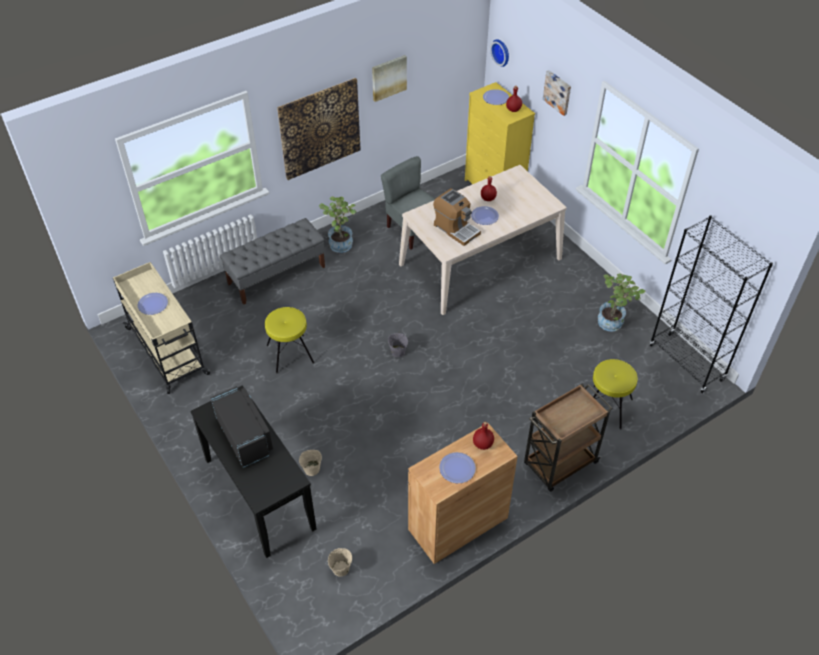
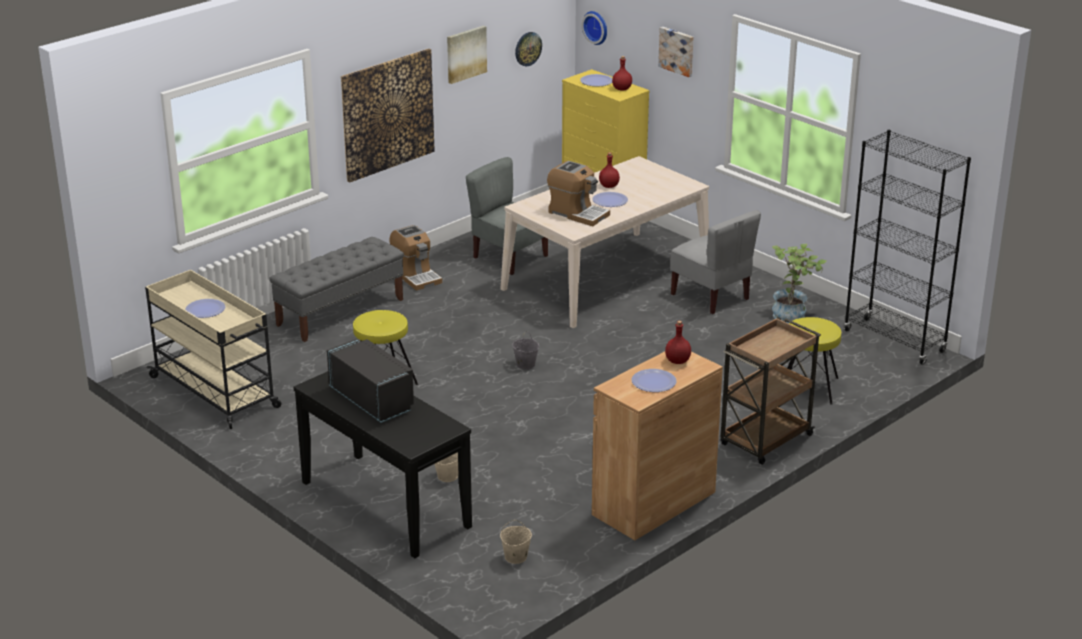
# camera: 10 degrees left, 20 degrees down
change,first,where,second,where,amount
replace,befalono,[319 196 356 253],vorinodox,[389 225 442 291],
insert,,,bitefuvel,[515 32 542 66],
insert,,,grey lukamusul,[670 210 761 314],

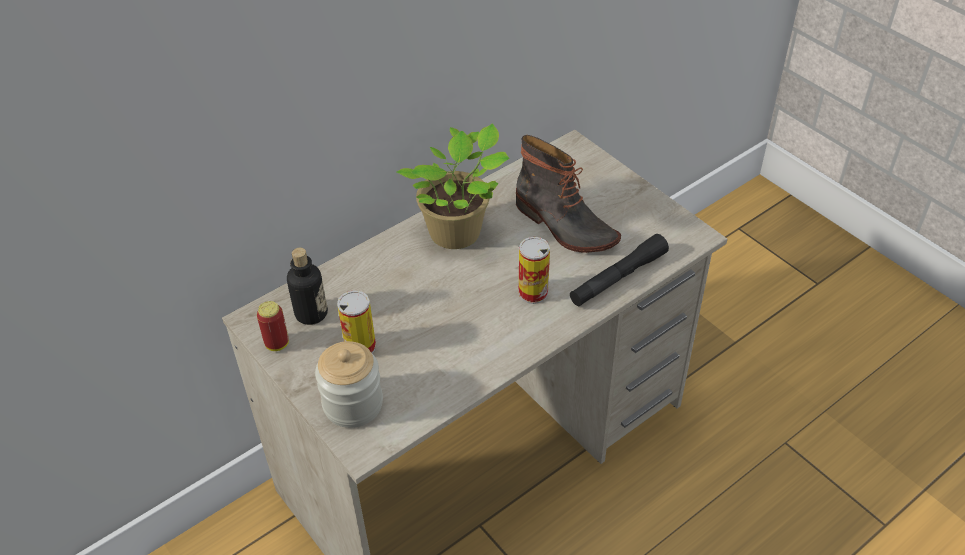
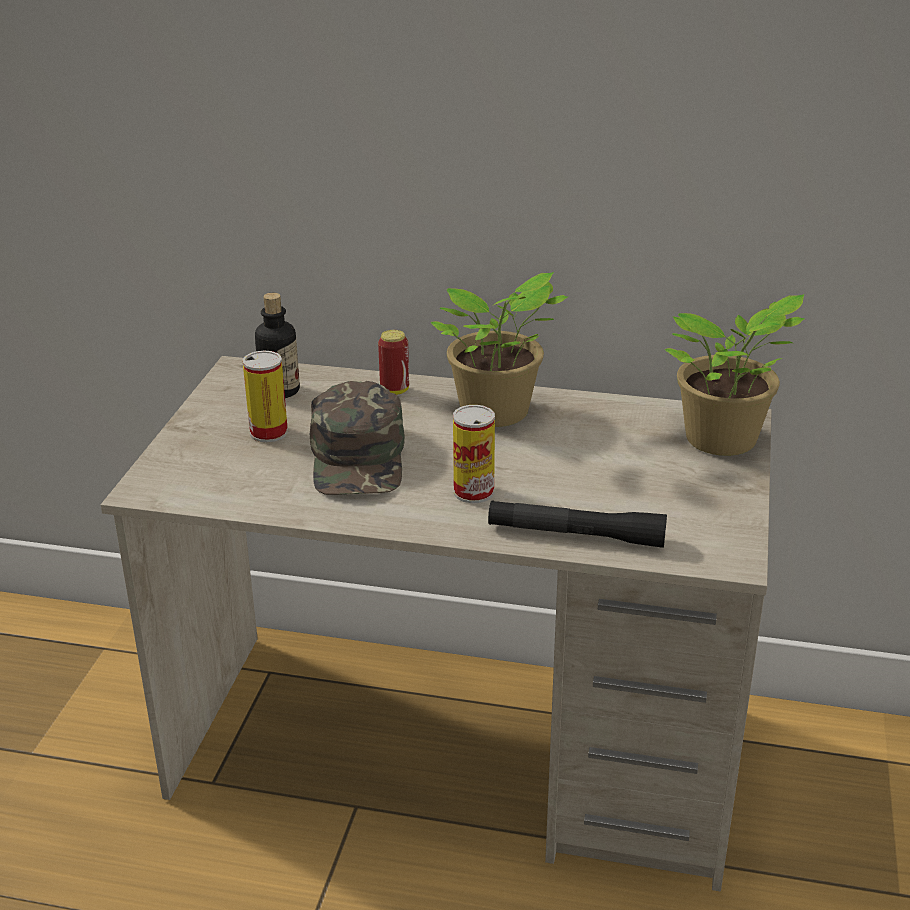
# camera: 50 degrees right, 15 degrees down
change,first,where,second,where,amount
delete,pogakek,[516 135 621 253],,,
move,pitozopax,[257 301 289 351],,[378 330 409 395],
delete,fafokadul,[315 341 383 428],,,
insert,,,befalono,[665 294 805 456],
insert,,,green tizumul,[310 381 405 495],

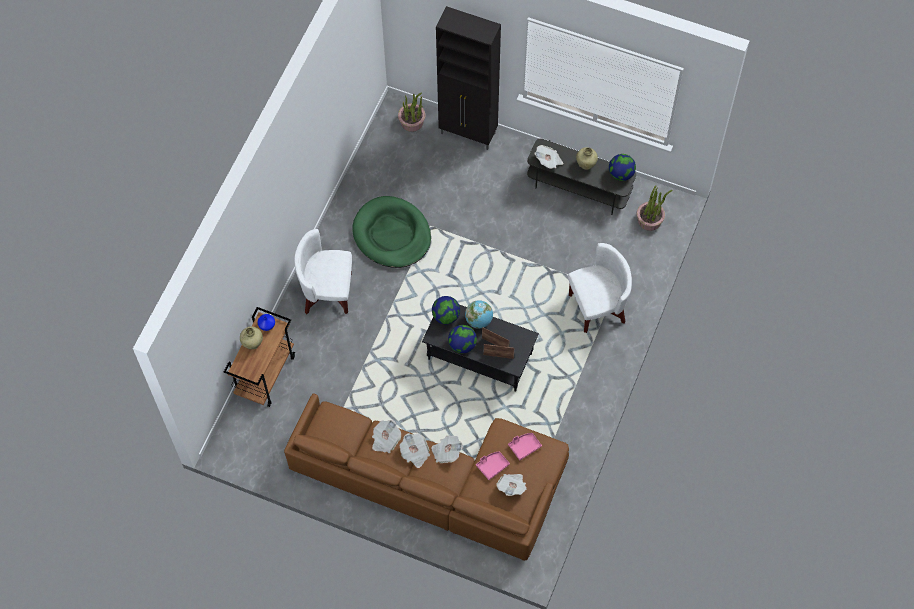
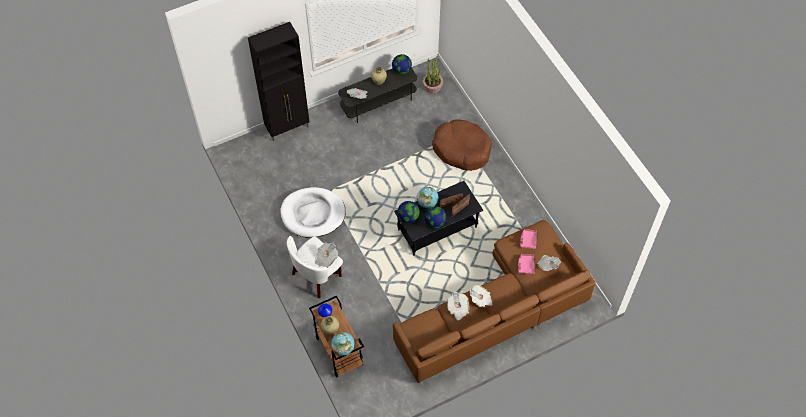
# camera: 50 degrees left, 5 degrees down
change,first,where,second,where,amount
delete,befalono,[398 93 425 132],,,
recolor,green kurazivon,[352 196 431 268],white kurazivon,[281 187 346 238],
replace,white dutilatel,[568 243 632 333],brown kurazivon,[432 119 492 171],
move,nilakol,[431 435 463 463],,[315 243 338 268],
insert,,,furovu,[331 332 355 356],

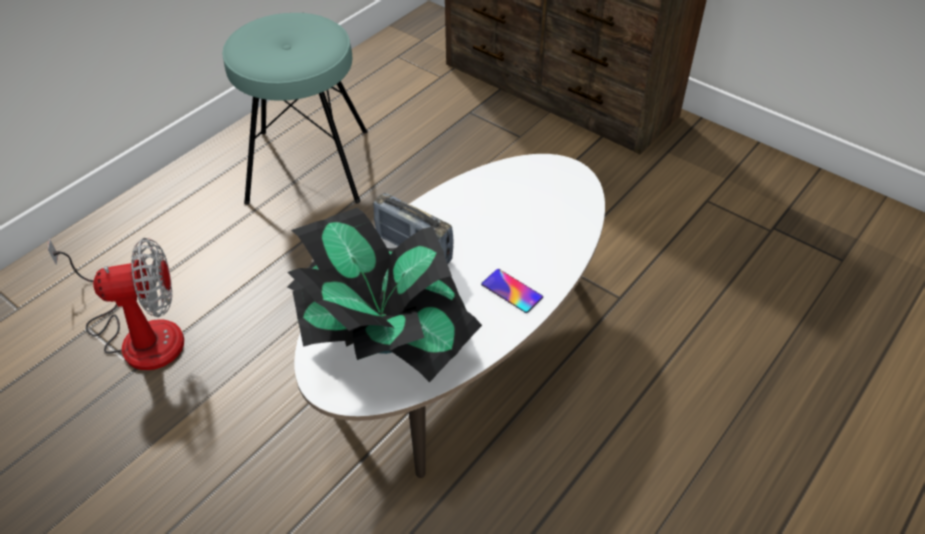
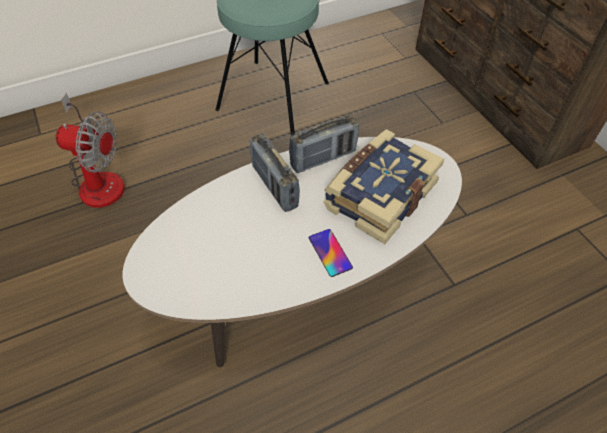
# camera: 25 degrees right, 5 degrees up
change,first,where,second,where,amount
delete,befalono,[287 208 482 383],,,
insert,,,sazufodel,[289 115 359 173],
insert,,,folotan,[324 129 444 244],

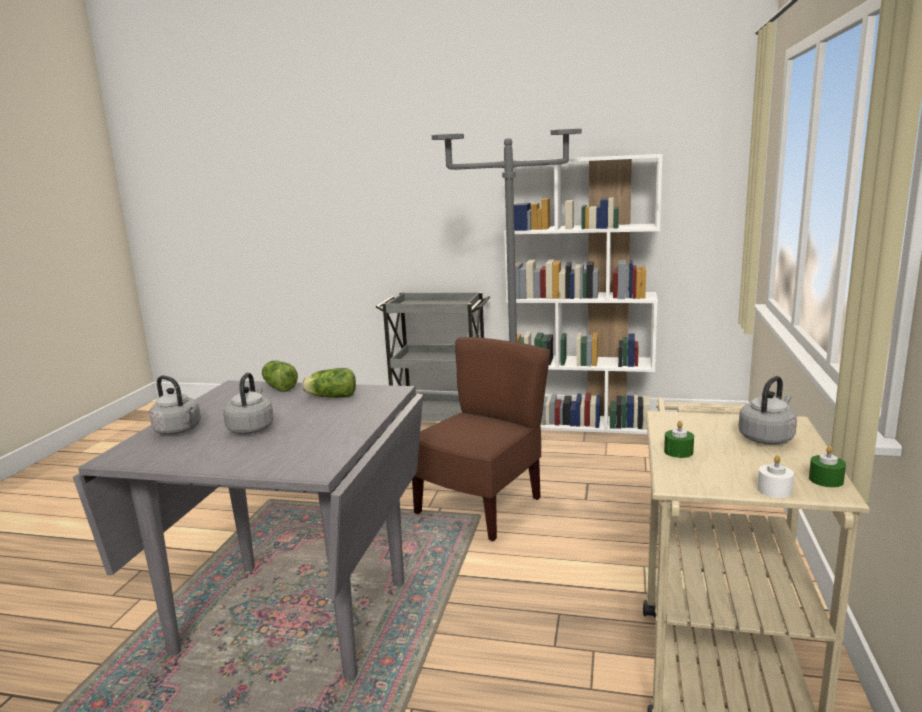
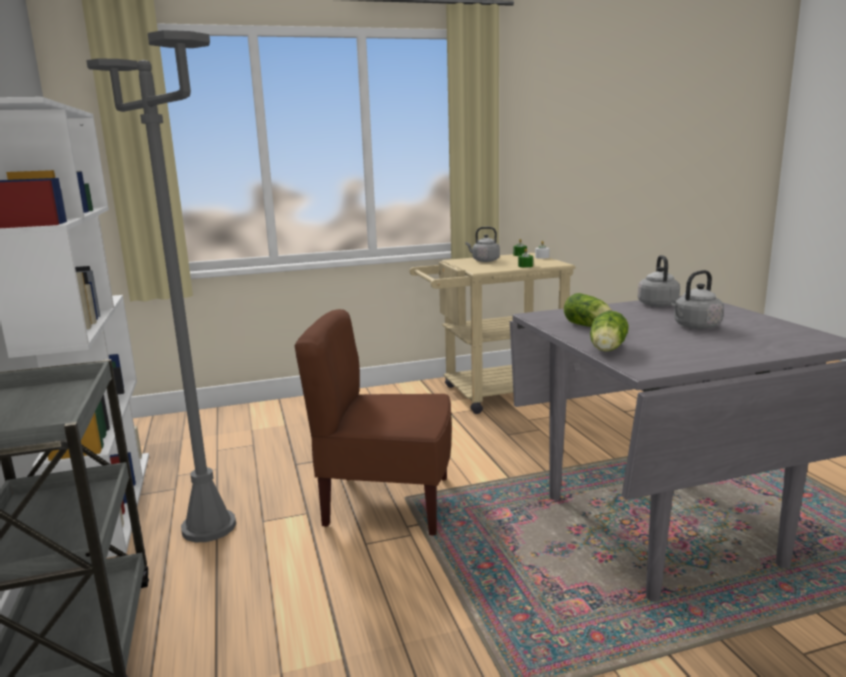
# camera: 120 degrees left, 0 degrees up
change,first,where,second,where,amount
move,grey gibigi,[149 375 201 435],,[638 255 680 307],

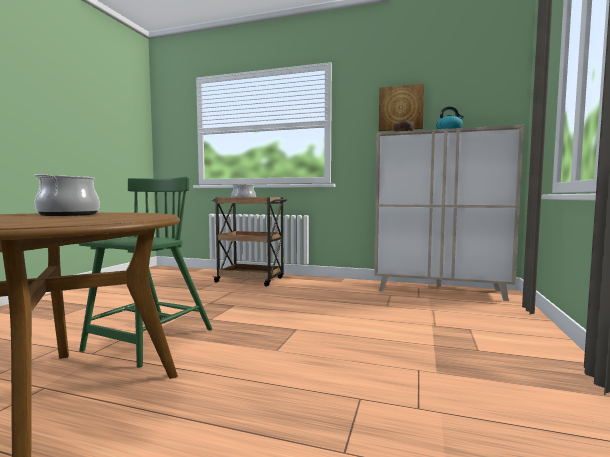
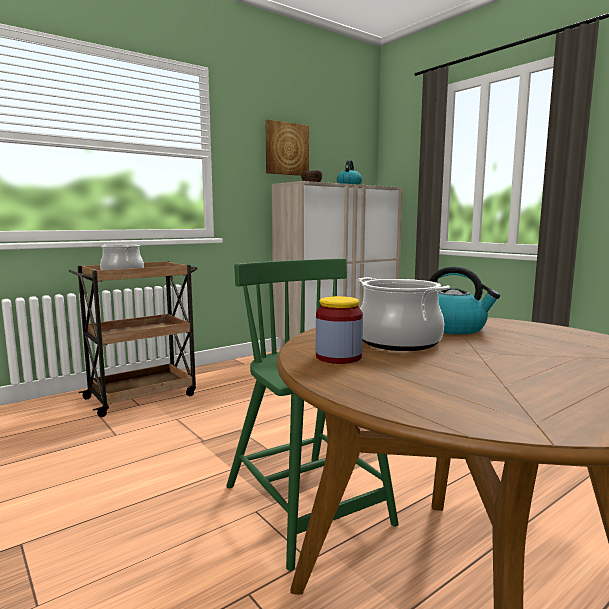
# camera: 55 degrees left, 5 degrees up
change,first,where,second,where,amount
insert,,,gibigi,[429 266 500 334],
insert,,,fafokadul,[316 296 363 364],

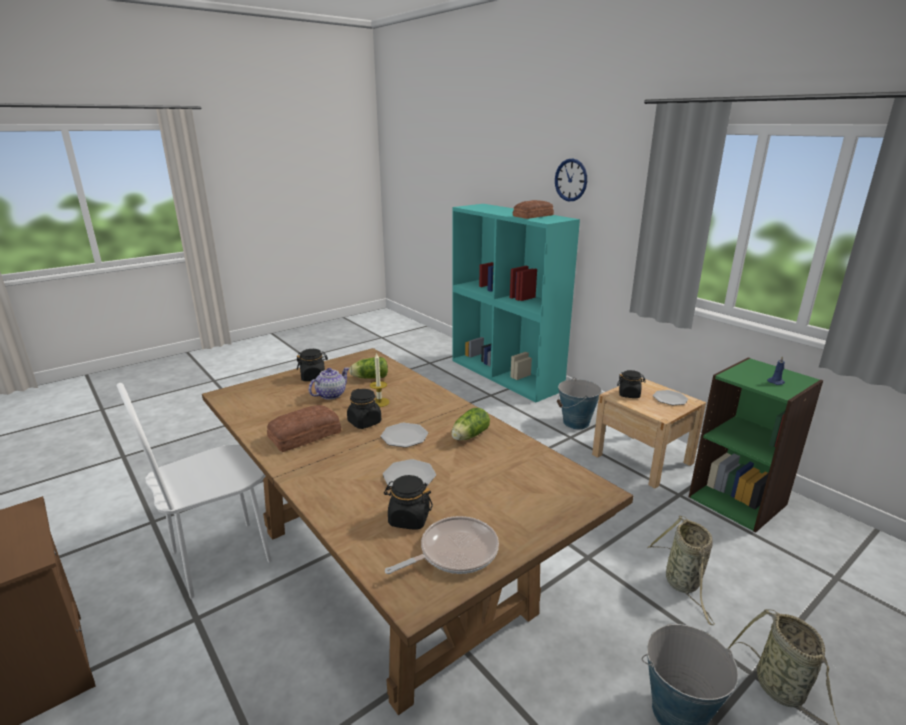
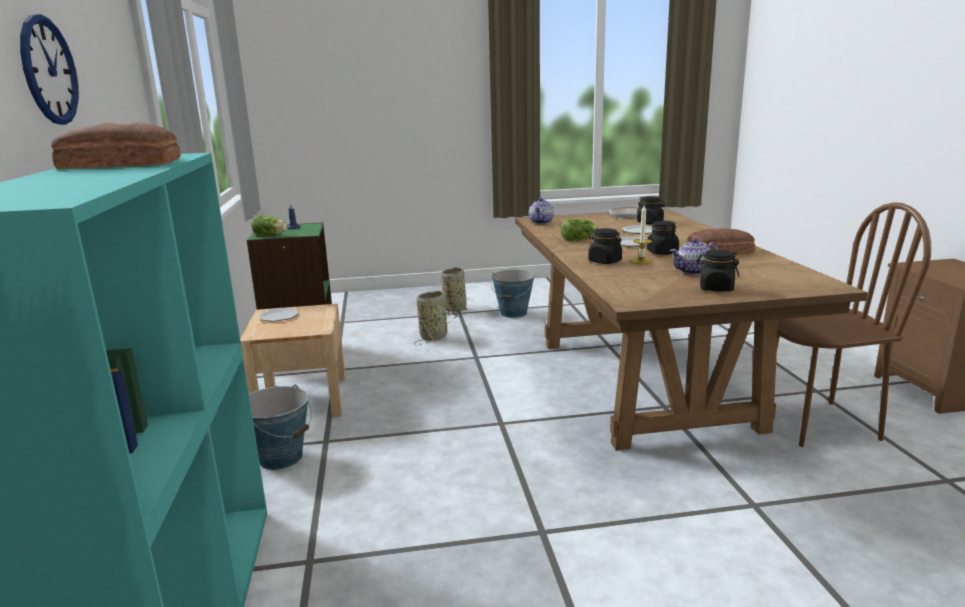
# camera: 150 degrees left, 5 degrees down
change,first,where,second,where,amount
move,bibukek,[349 357 388 379],,[251 215 287 236],
move,black fafokadul,[617 370 646 398],,[588 228 622 264],
recolor,white lukamusul,[117 383 272 598],brown lukamusul,[777 202 931 447],
insert,,,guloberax,[529 198 554 224],

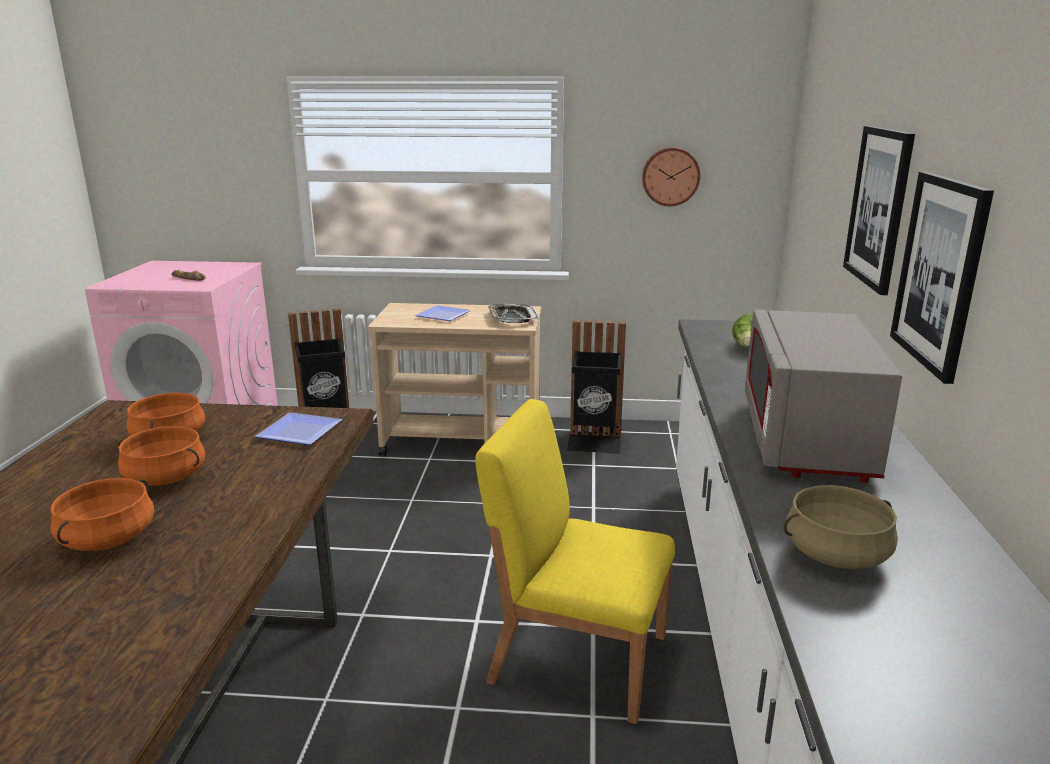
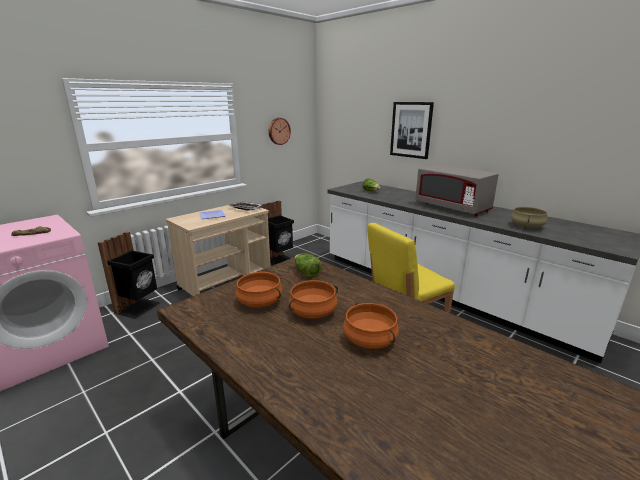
# camera: 50 degrees left, 0 degrees up
change,first,where,second,where,amount
delete,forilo,[890 172 994 384],,,
replace,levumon,[255 412 342 445],bibukek,[295 253 321 277],

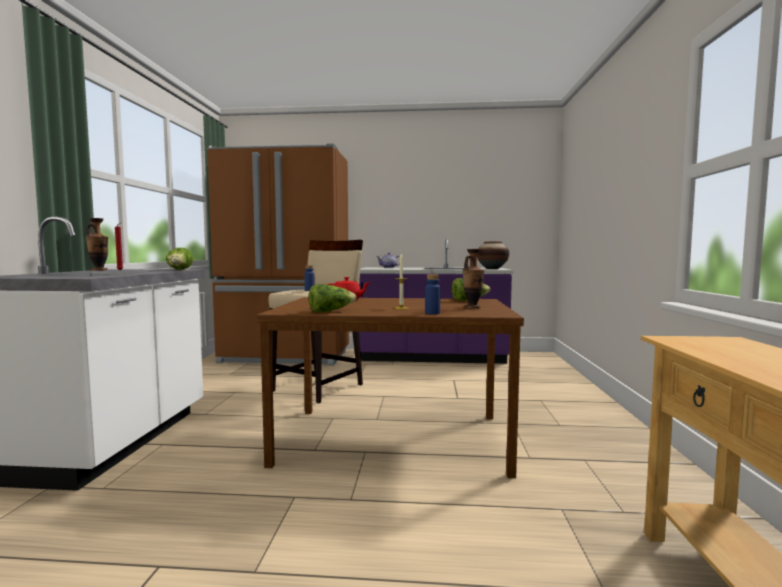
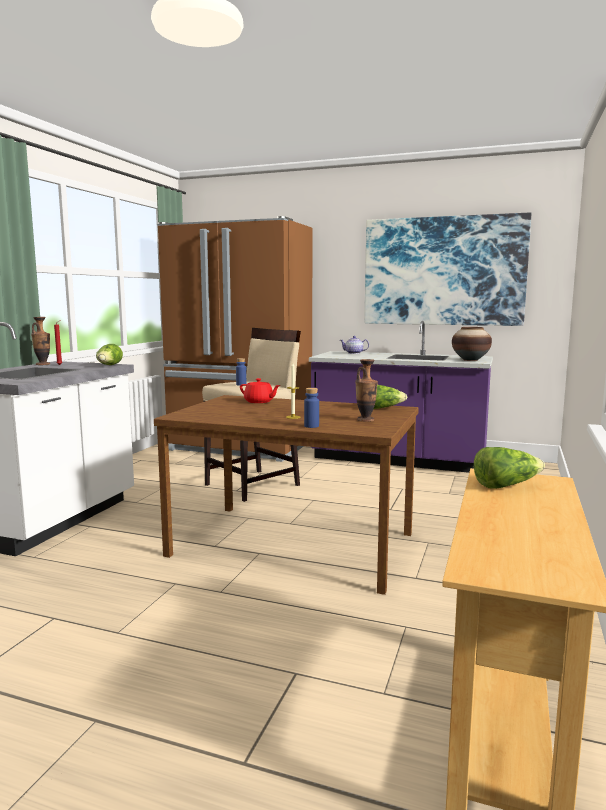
# camera: 15 degrees right, 5 degrees up
change,first,where,second,where,amount
move,bibukek,[309 285 357 313],,[474 447 545 489],
insert,,,forilo,[365 213 531 326],

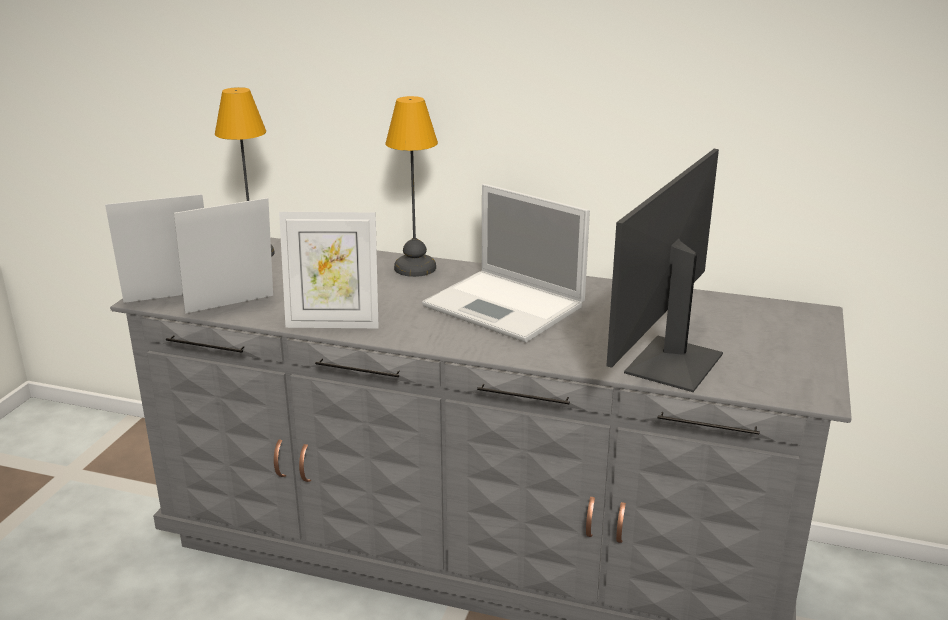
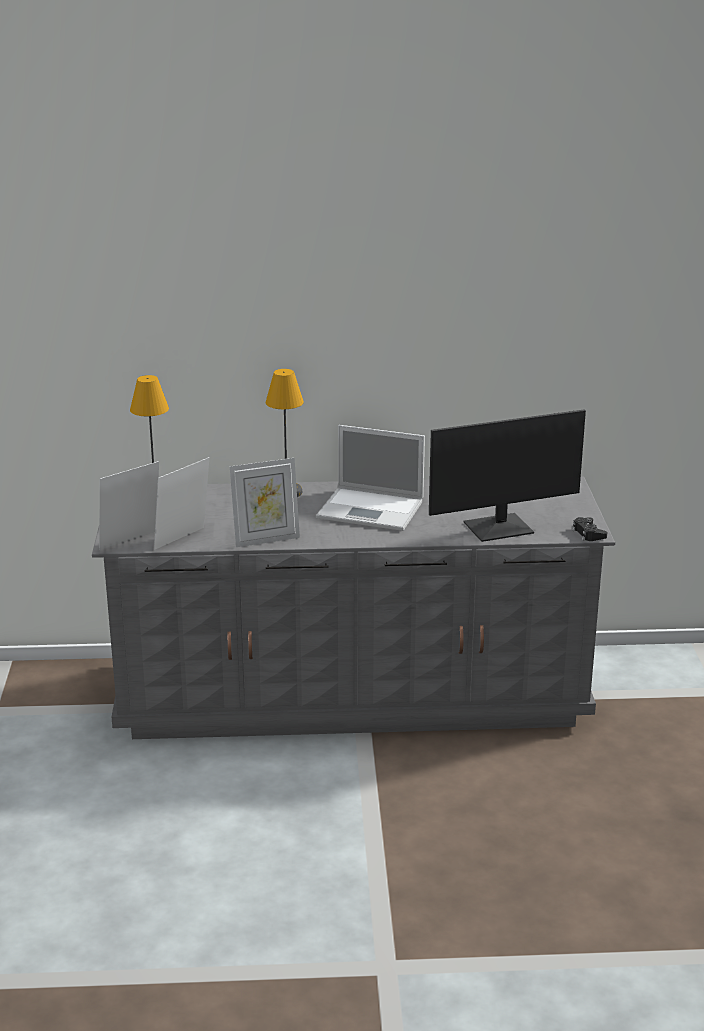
# camera: 20 degrees left, 0 degrees up
change,first,where,second,where,amount
rotate,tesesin,[606 149 723 392],,[429 410 586 542],120 degrees counterclockwise
insert,,,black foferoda,[572 517 607 541],

